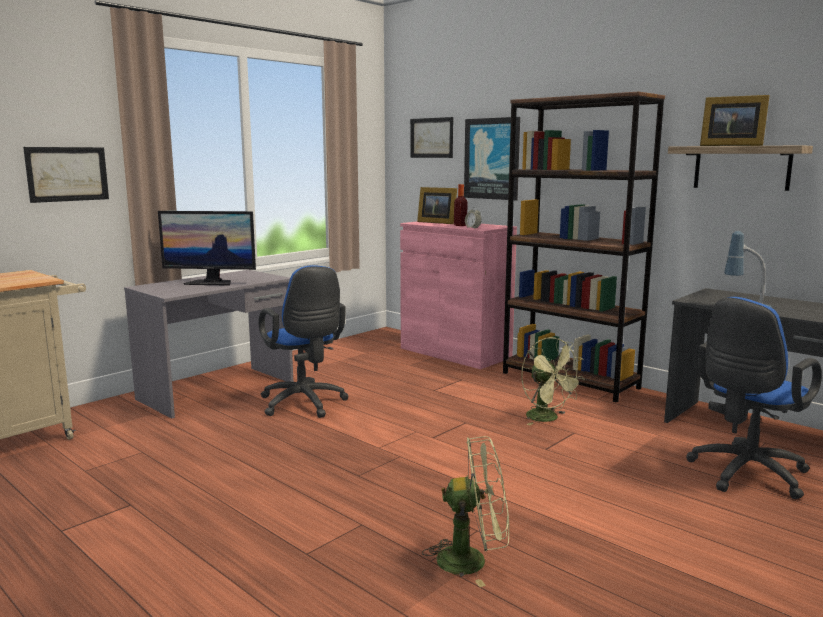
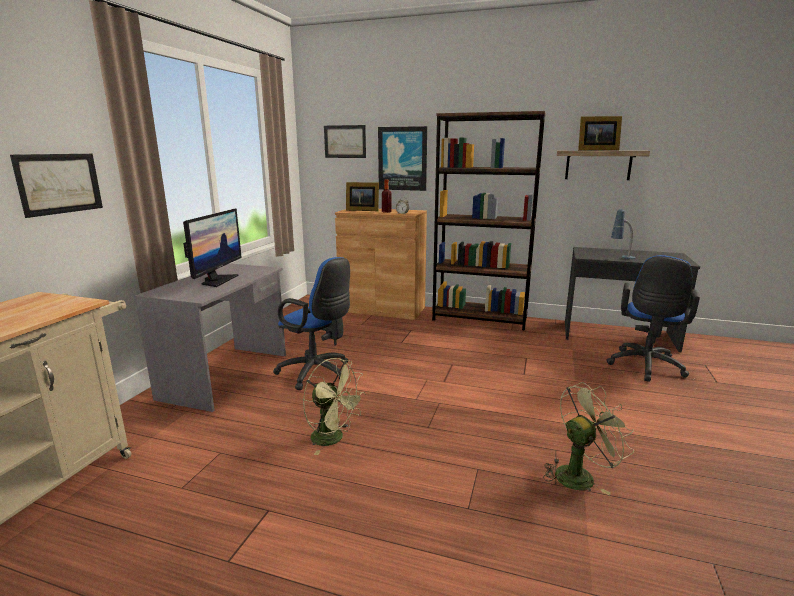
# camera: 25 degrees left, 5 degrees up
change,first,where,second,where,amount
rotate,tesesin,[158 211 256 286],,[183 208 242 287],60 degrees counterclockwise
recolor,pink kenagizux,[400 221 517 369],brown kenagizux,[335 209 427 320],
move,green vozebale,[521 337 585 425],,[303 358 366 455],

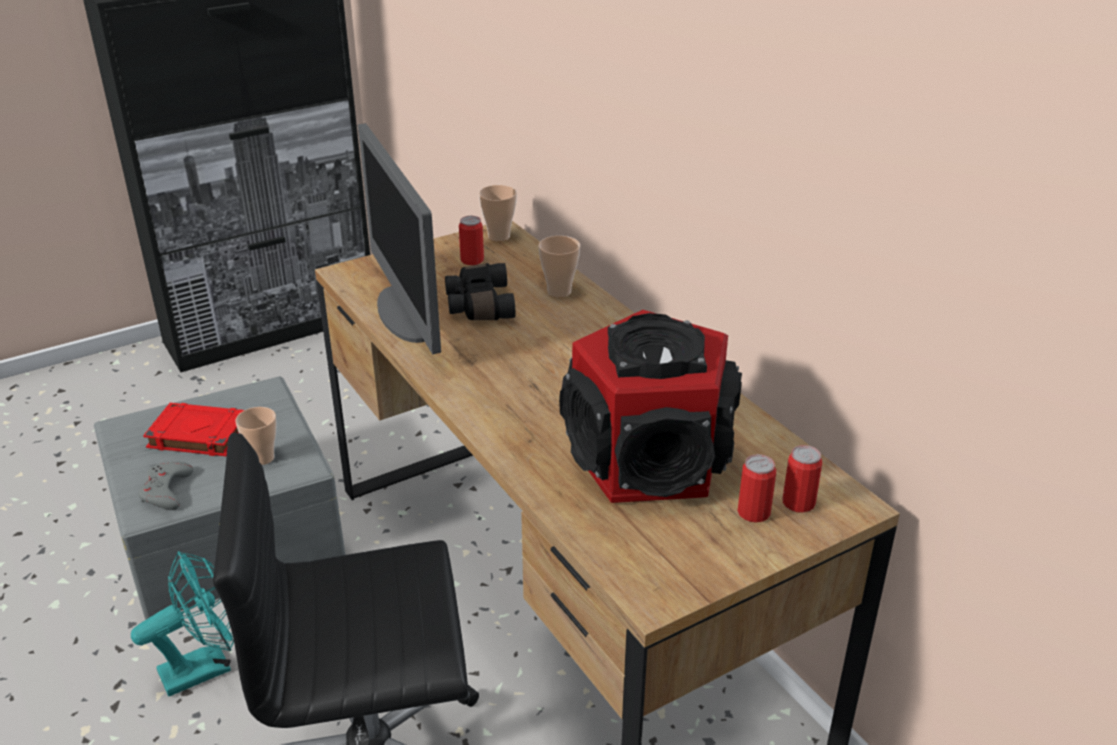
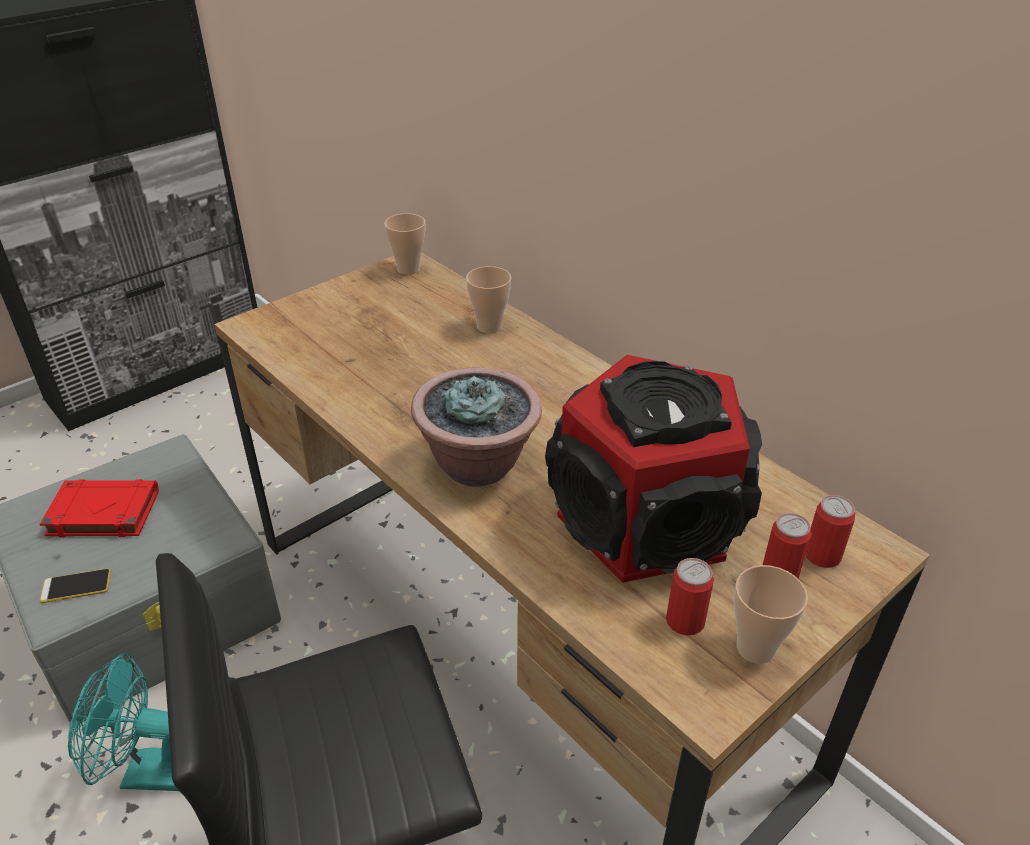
# camera: 10 degrees left, 5 degrees up
change,first,where,second,where,amount
delete,tesesin,[358 123 441 354],,,
move,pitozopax,[459 216 484 265],,[666 558 714 635],
delete,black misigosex,[445 263 515 320],,,
move,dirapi,[235 407 277 465],,[734 565 808 664],
replace,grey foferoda,[138 462 193 510],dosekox,[39 568 111 603],
rotate,turquoise vozebale,[131 551 234 696],,[68 653 179 791],135 degrees counterclockwise
insert,,,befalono,[411 367 542 487],

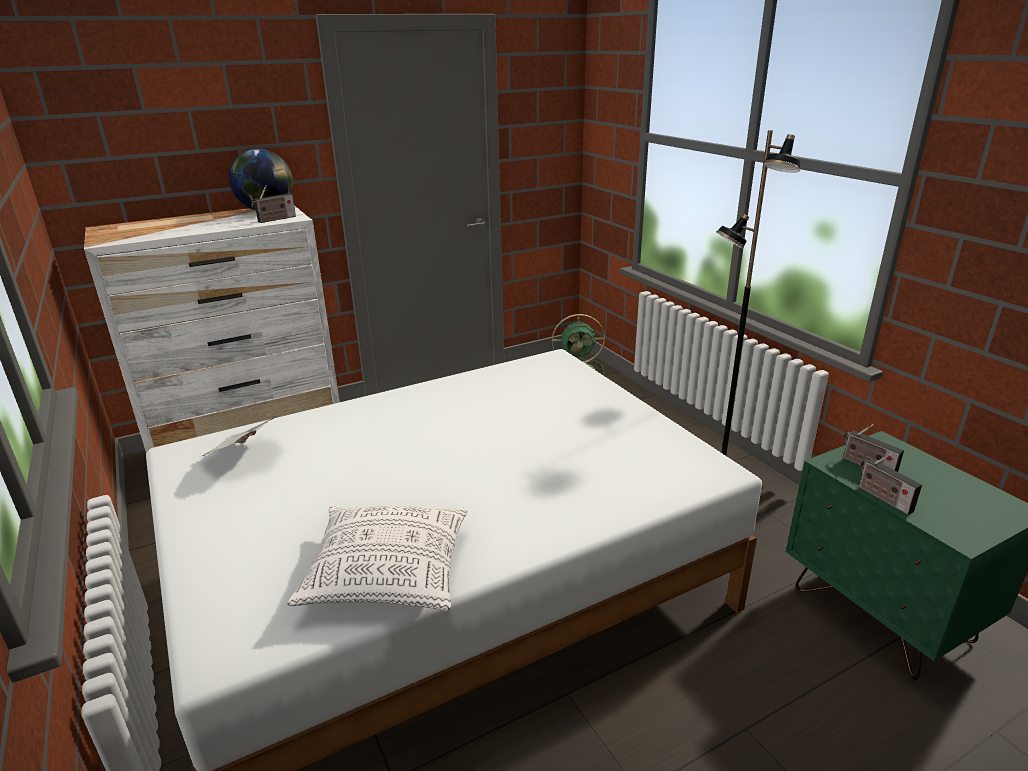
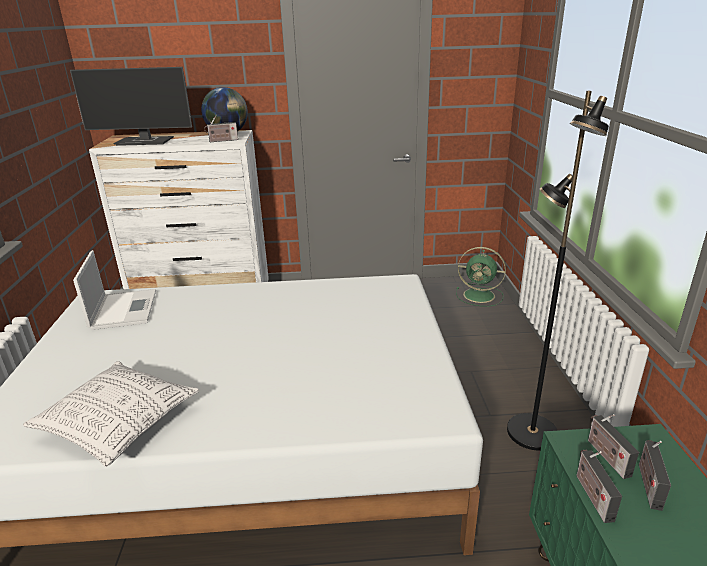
# camera: 25 degrees right, 0 degrees up
change,first,where,second,where,amount
replace,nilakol,[200 415 278 457],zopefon,[73 250 156 330],
insert,,,tesesin,[70 67 192 146],
insert,,,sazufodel,[639 440 671 511],

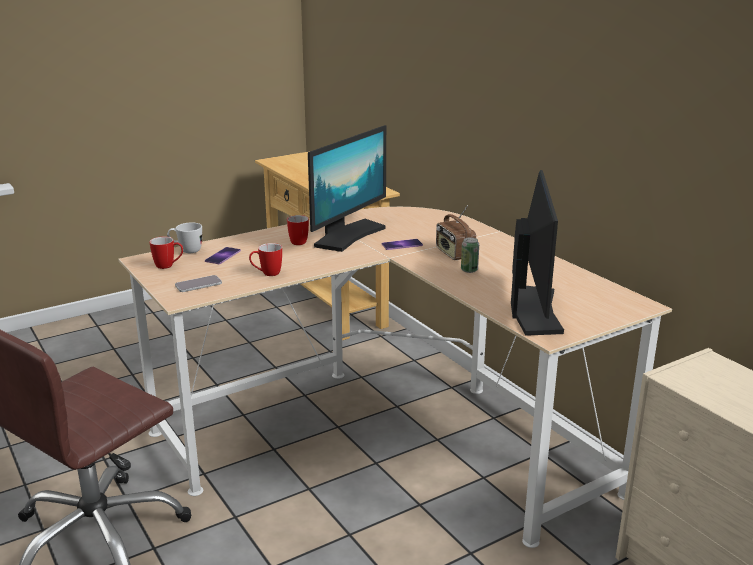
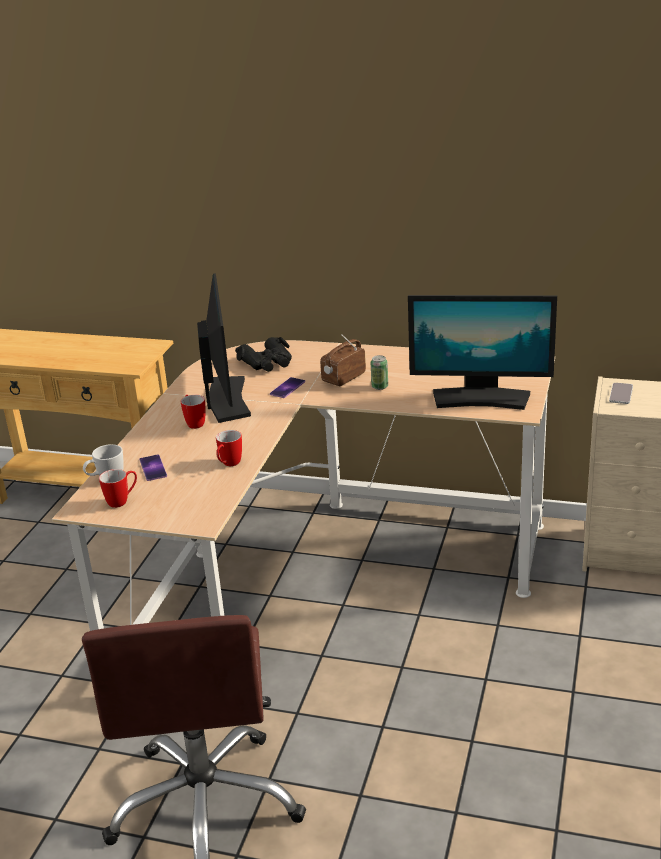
# camera: 40 degrees left, 5 degrees up
change,first,where,second,where,amount
rotate,tesesin,[511 170 564 336],,[408 295 557 410],135 degrees clockwise
rotate,sazufodel,[436 205 476 260],,[320 334 366 386],105 degrees clockwise
move,dosekox,[175 275 222 292],,[609 383 633 404],
insert,,,black misigosex,[235 337 292 372],

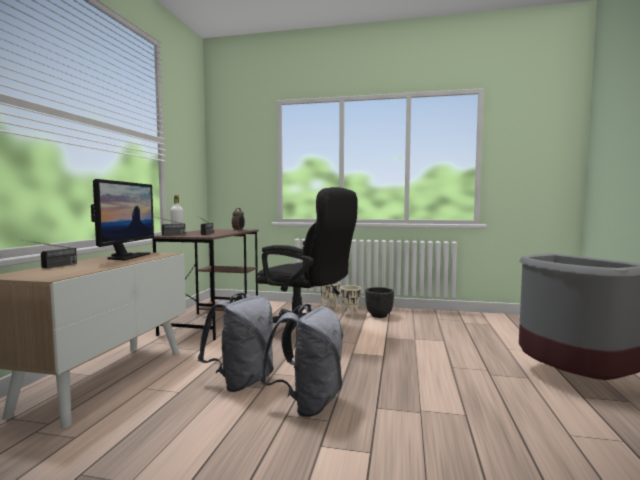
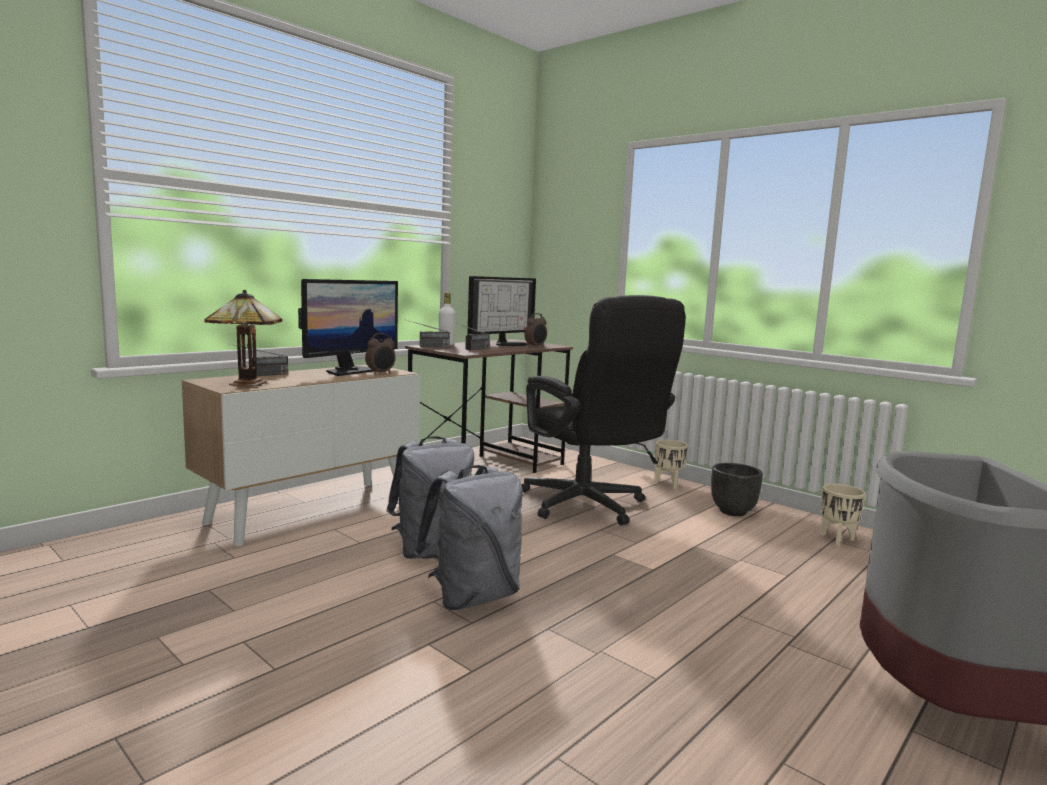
# camera: 30 degrees right, 5 degrees up
change,first,where,second,where,amount
move,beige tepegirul,[340 285 361 317],,[820 484 866 546],
insert,,,tesesin,[467 276 536 346],
insert,,,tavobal,[204 290 282 387],
insert,,,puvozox,[365 333 396 374],

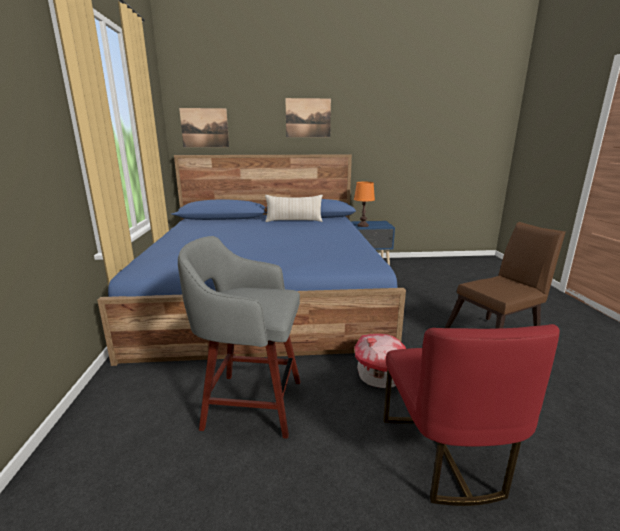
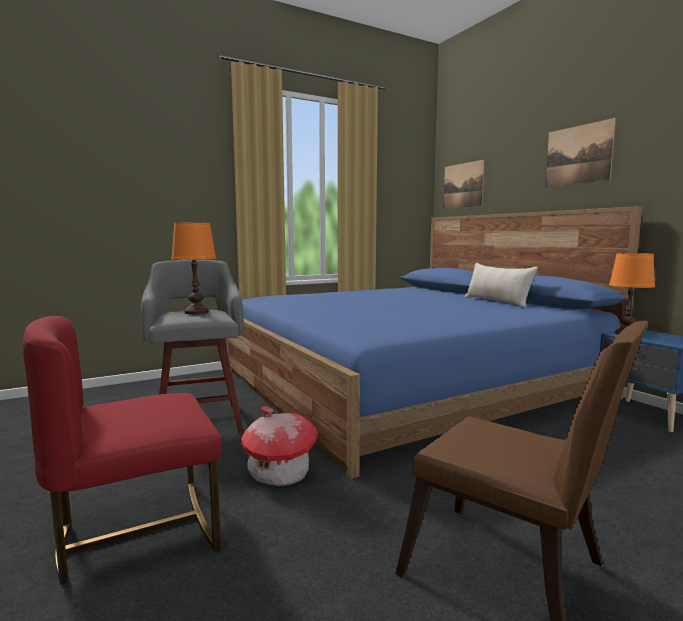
# camera: 65 degrees right, 10 degrees down
change,first,where,second,where,amount
insert,,,orange tavobal,[171 223 216 315],

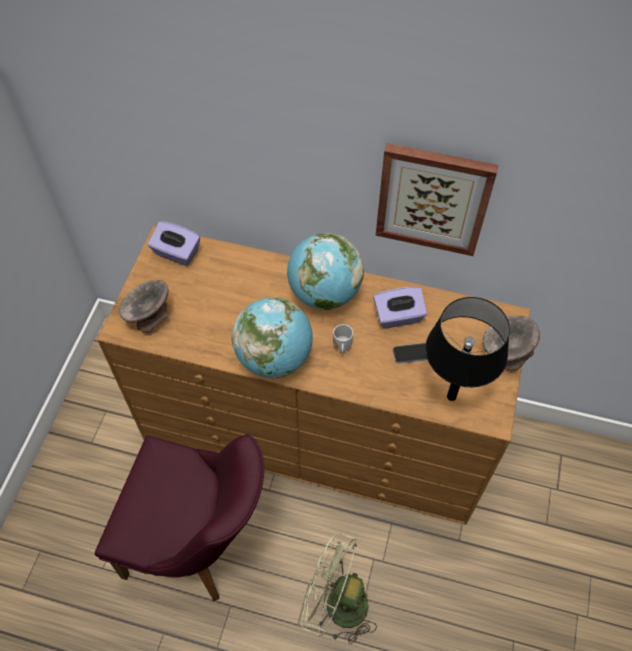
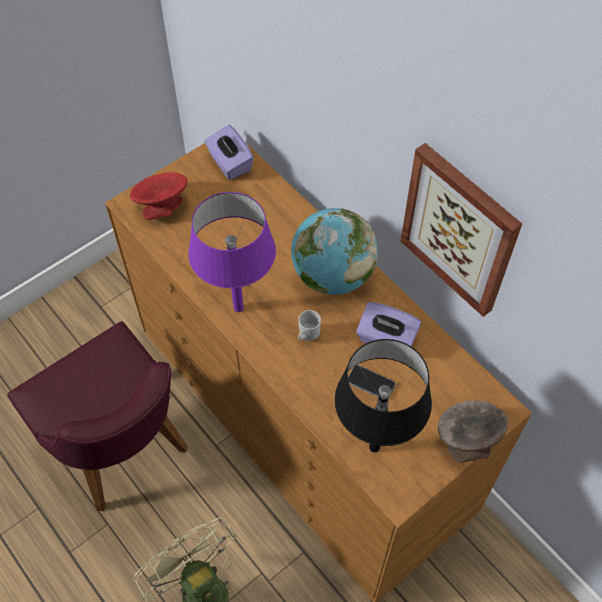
# camera: 35 degrees right, 0 degrees up
change,first,where,second,where,amount
recolor,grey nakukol,[119 280 168 333],red nakukol,[130 172 187 220],
replace,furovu,[232 298 313 378],purple tavobal,[188 192 276 312],

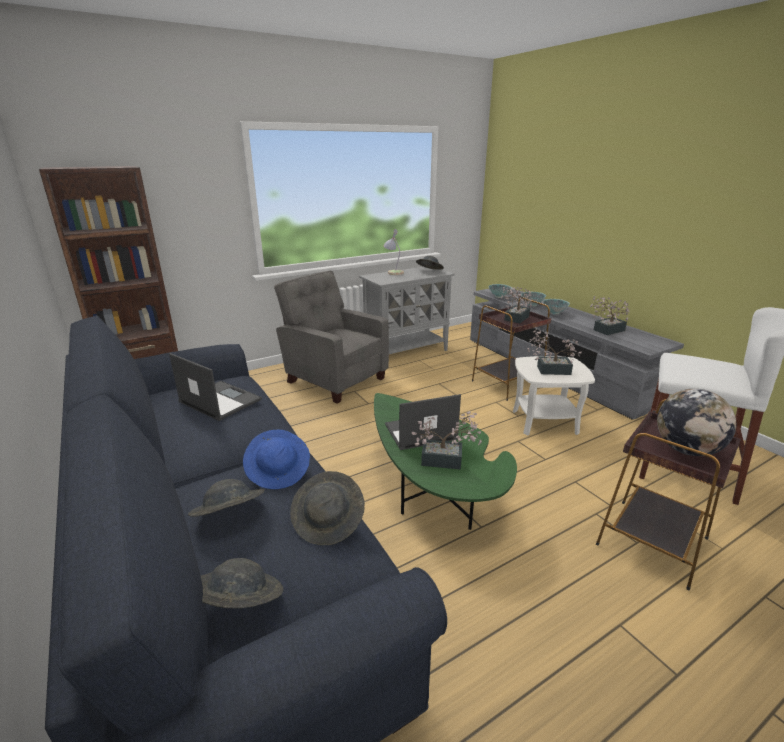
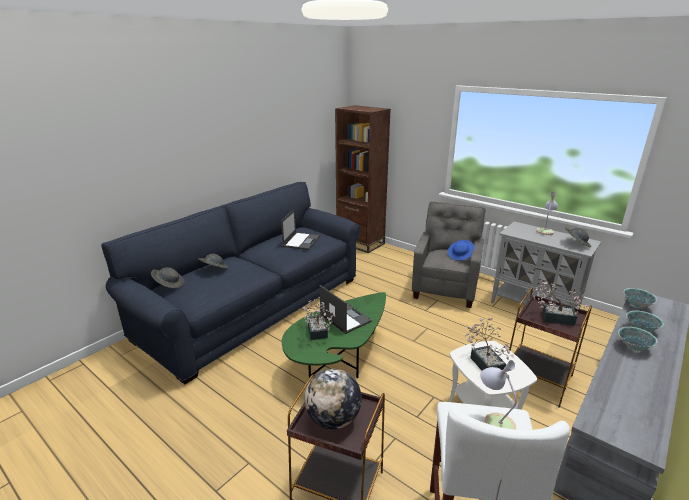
# camera: 70 degrees right, 0 degrees up
change,first,where,second,where,amount
delete,befalono,[590 296 630 335],,,
move,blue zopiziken,[243 430 310 489],,[448 240 475 261],
delete,grey zopiziken,[290 471 365 545],,,
insert,,,tavobal,[480 360 517 430],

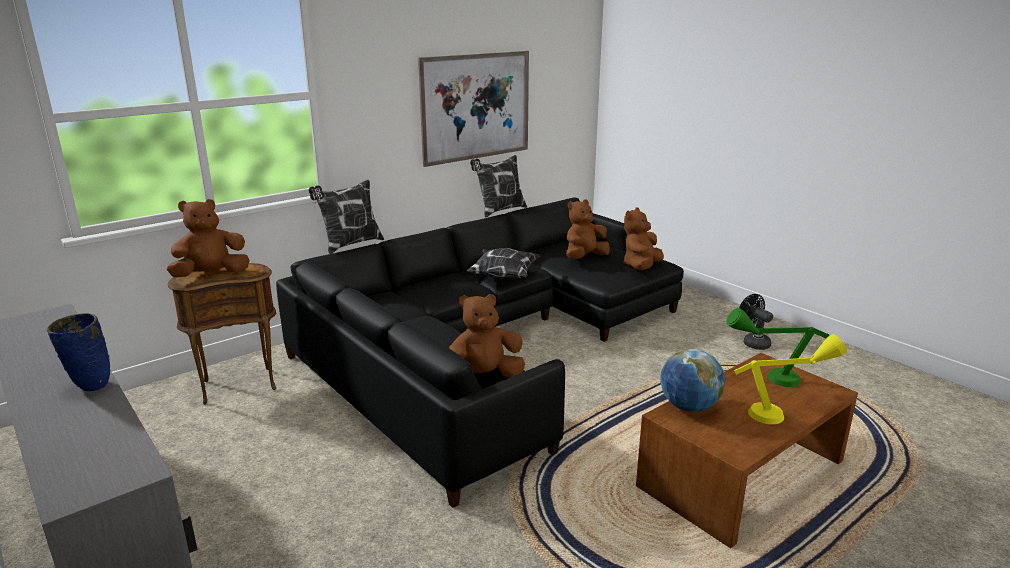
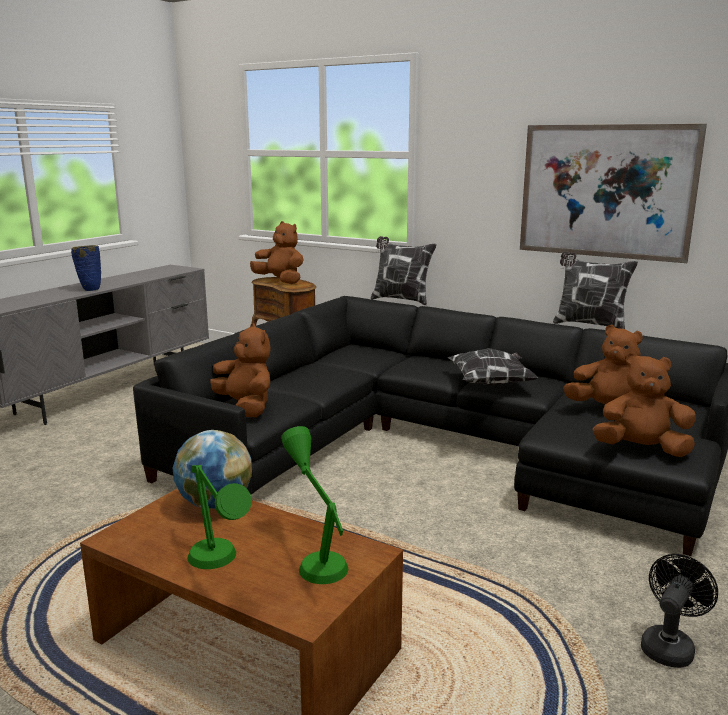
# camera: 70 degrees right, 5 degrees down
change,first,where,second,where,amount
recolor,yellow tavobal,[734 334 847 424],green tavobal,[188 465 252 569],

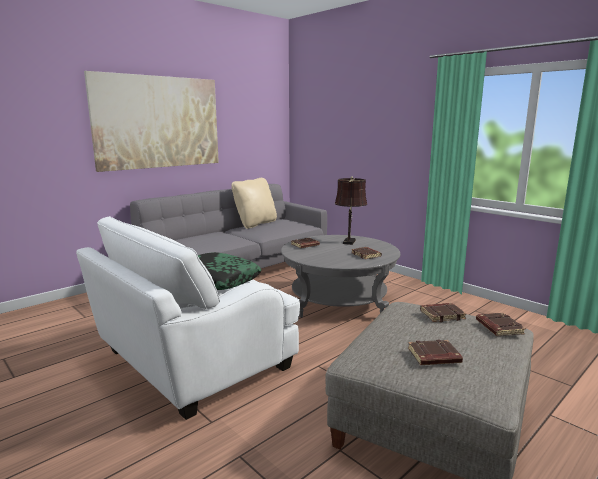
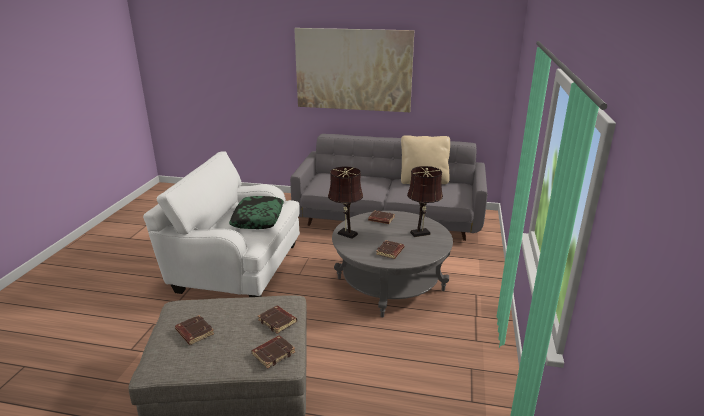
# camera: 55 degrees right, 10 degrees up
change,first,where,second,where,amount
insert,,,brown tavobal,[328 166 363 239],

